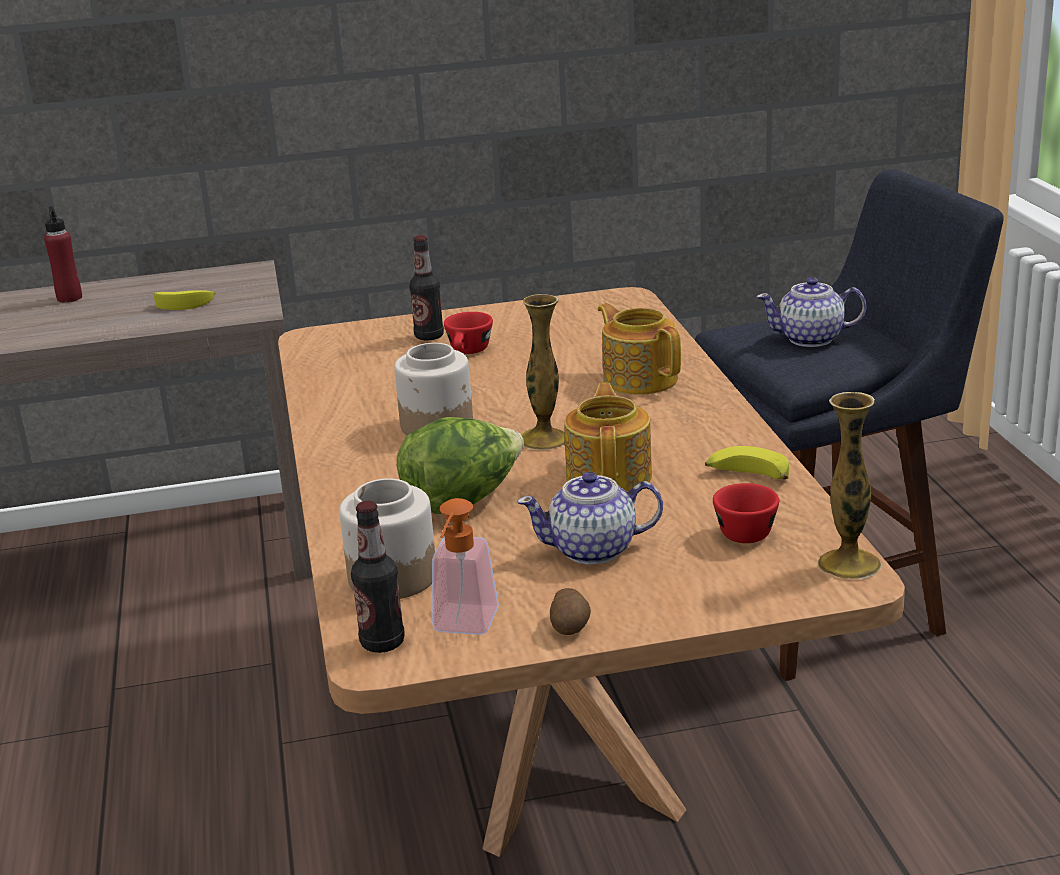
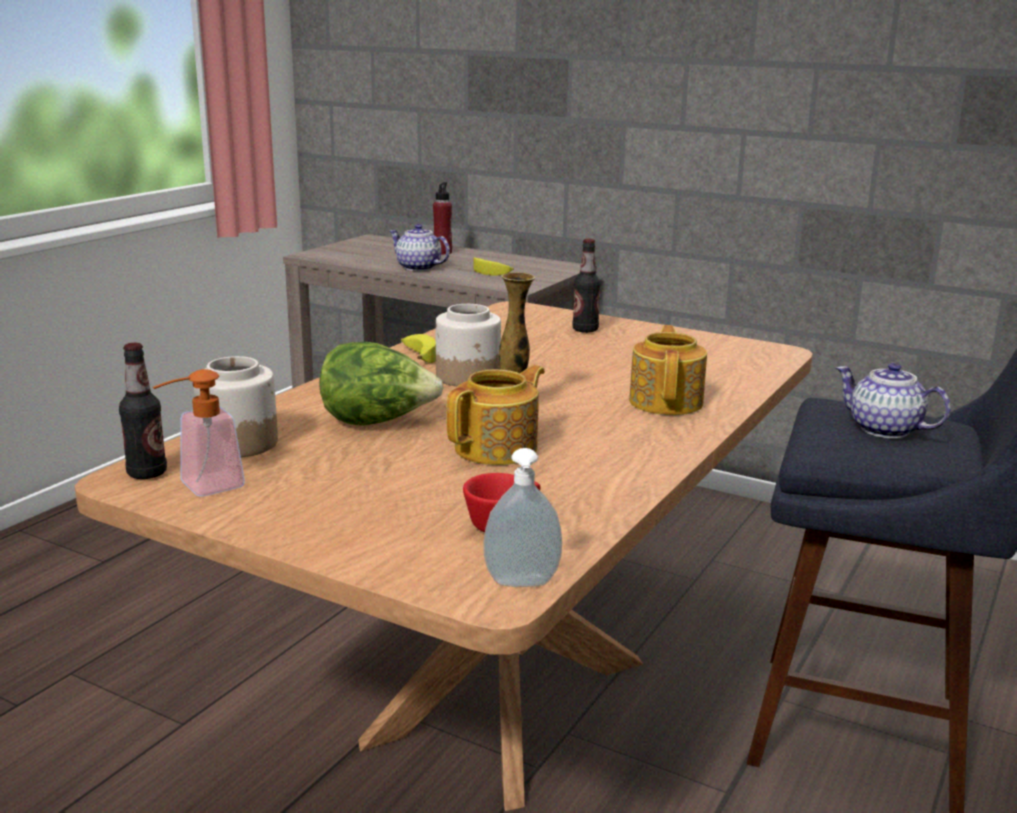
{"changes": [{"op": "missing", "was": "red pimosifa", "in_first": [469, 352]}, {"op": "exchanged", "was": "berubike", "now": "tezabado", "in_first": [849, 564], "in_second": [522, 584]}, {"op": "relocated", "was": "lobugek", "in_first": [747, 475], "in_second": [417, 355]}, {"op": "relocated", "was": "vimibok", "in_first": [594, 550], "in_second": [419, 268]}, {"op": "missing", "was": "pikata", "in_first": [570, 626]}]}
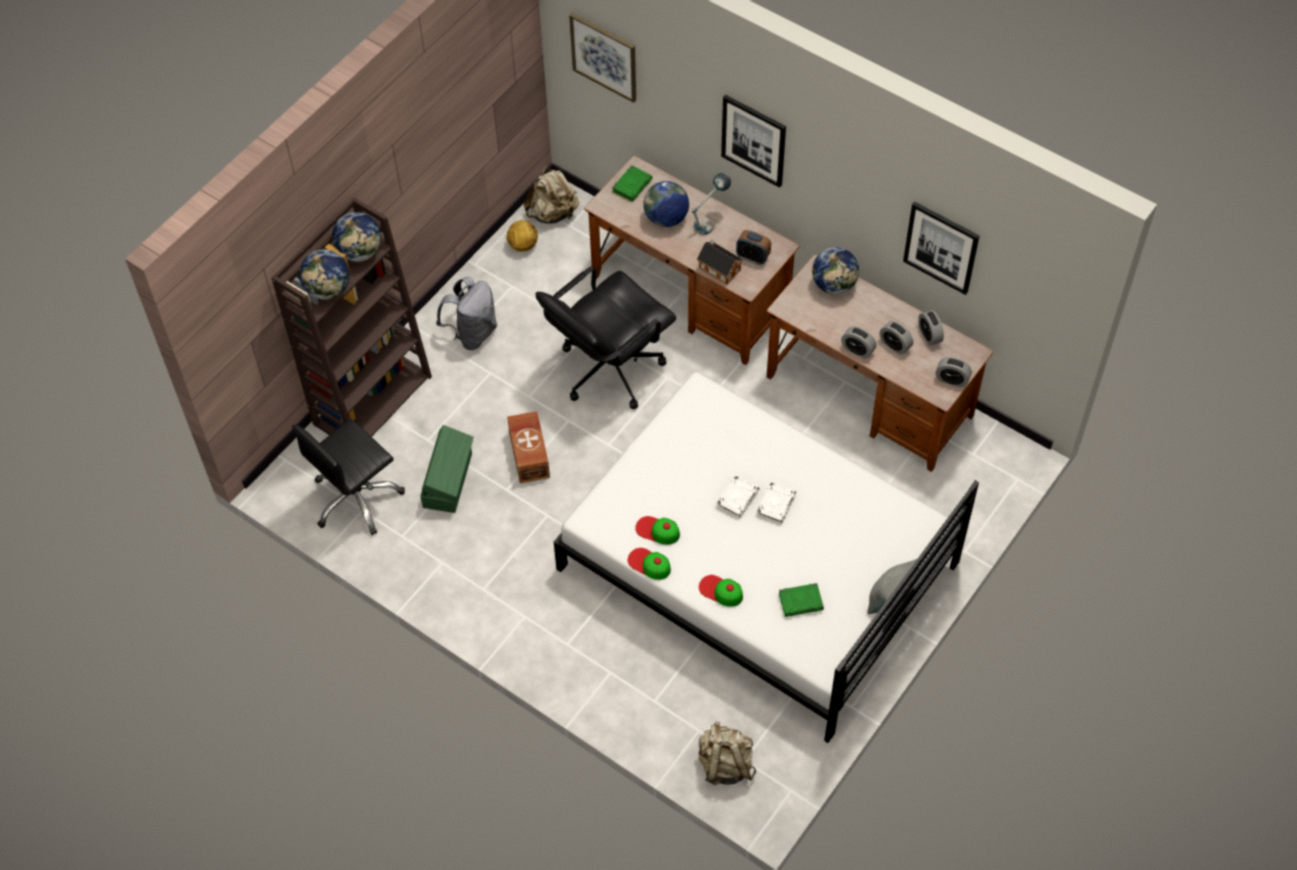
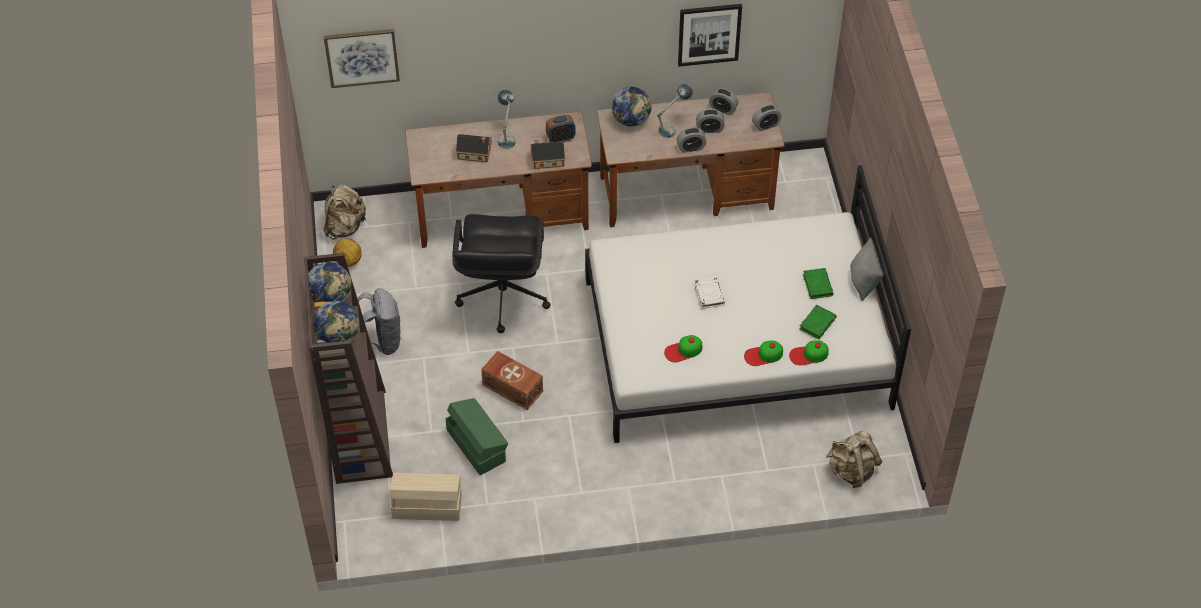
{"changes": [{"op": "missing", "was": "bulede", "in_first": [754, 140]}, {"op": "relocated", "was": "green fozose", "in_first": [632, 185], "in_second": [817, 285]}, {"op": "exchanged", "was": "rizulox", "now": "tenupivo", "in_first": [666, 218], "in_second": [475, 154]}, {"op": "exchanged", "was": "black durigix", "now": "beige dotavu", "in_first": [356, 498], "in_second": [426, 505]}, {"op": "missing", "was": "white fozose", "in_first": [776, 504]}, {"op": "relocated", "was": "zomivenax", "in_first": [649, 564], "in_second": [808, 355]}, {"op": "appeared", "now": "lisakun", "in_second": [673, 127]}]}
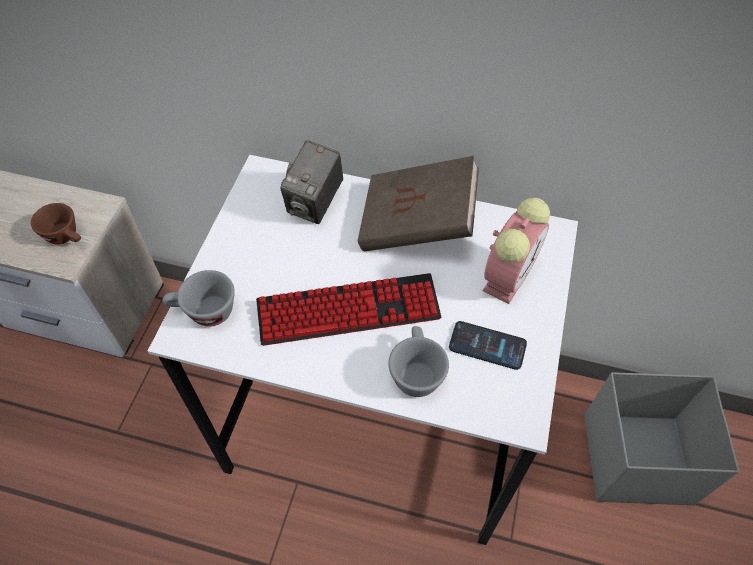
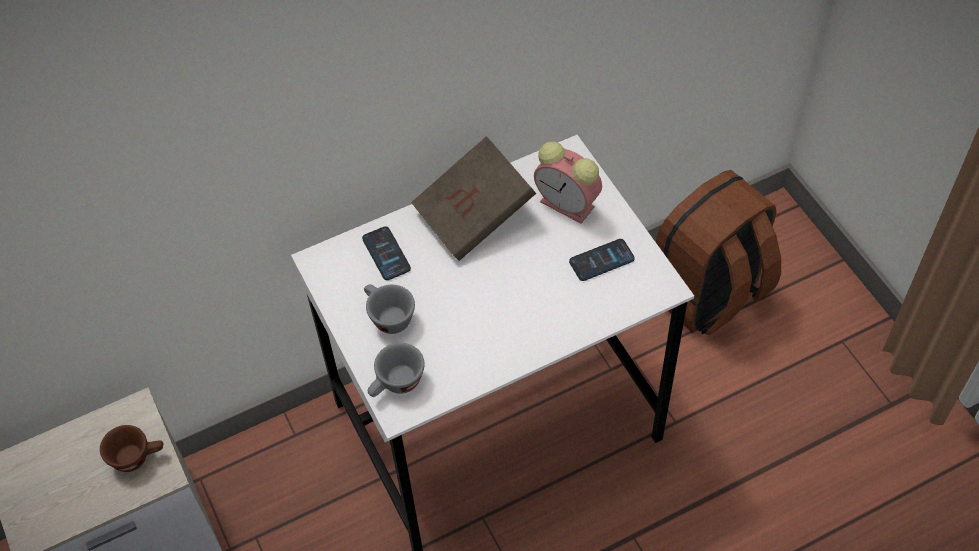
{"changes": [{"op": "exchanged", "was": "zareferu", "now": "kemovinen", "in_first": [315, 204], "in_second": [386, 254]}, {"op": "spun", "was": "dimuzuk", "in_first": [508, 275], "in_second": [569, 205], "clockwise": 135}, {"op": "missing", "was": "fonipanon", "in_first": [348, 311]}, {"op": "relocated", "was": "grey pimosifa", "in_first": [415, 371], "in_second": [387, 317]}, {"op": "exchanged", "was": "grey dotavu", "now": "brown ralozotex", "in_first": [634, 458], "in_second": [708, 293]}]}
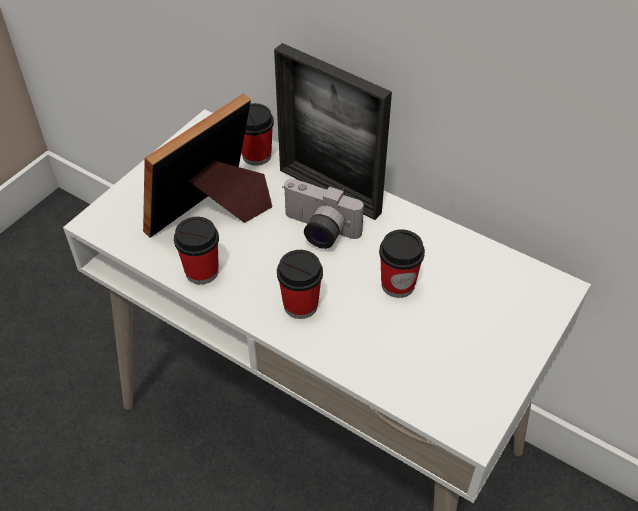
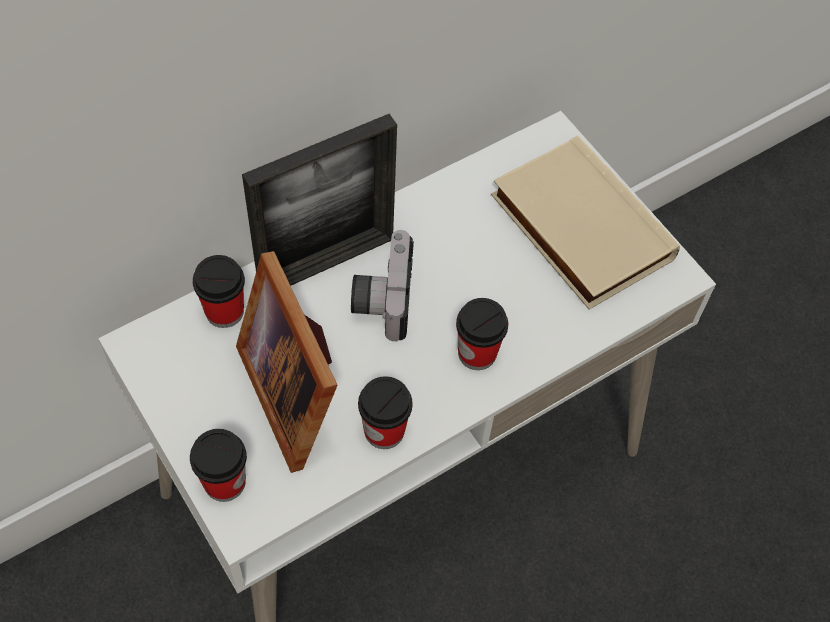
{"changes": [{"op": "spun", "was": "zareferu", "in_first": [318, 231], "in_second": [381, 297], "clockwise": 135}, {"op": "relocated", "was": "pimosifa", "in_first": [398, 284], "in_second": [224, 482]}, {"op": "appeared", "now": "beige fozose", "in_second": [577, 228]}]}
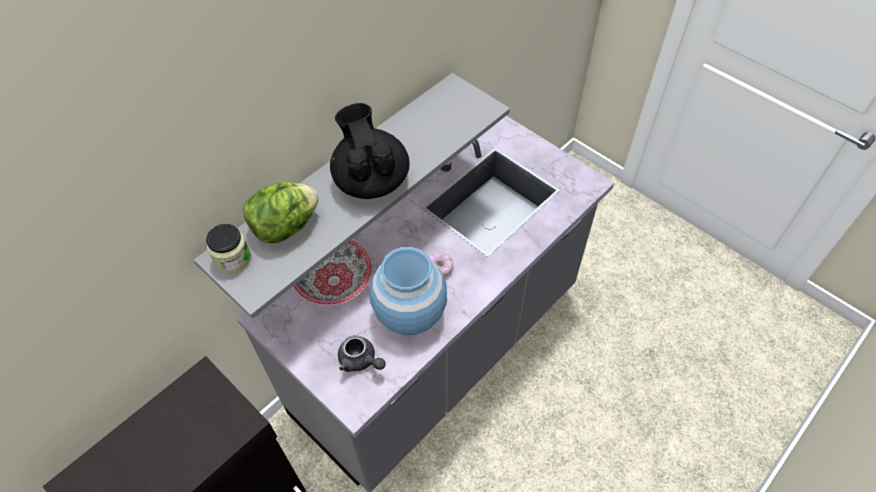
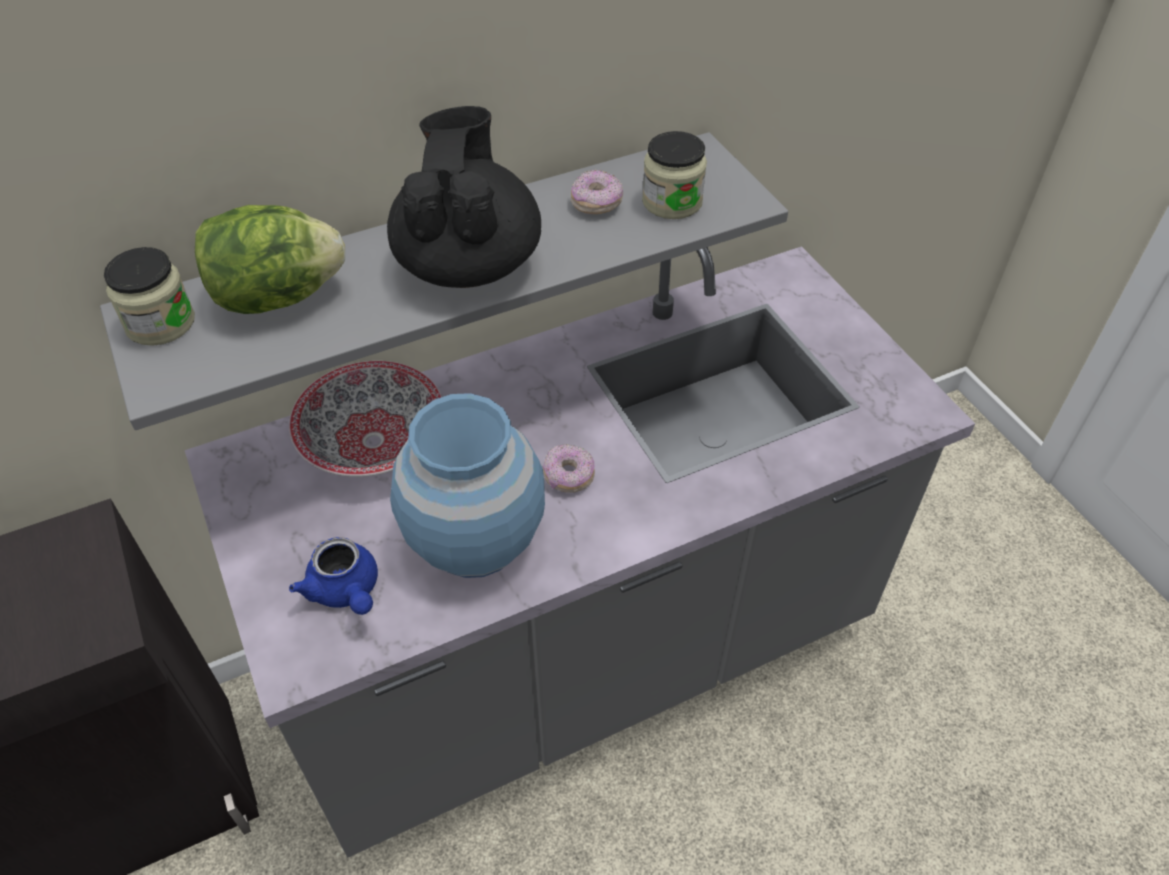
{"changes": [{"op": "colour", "was": "grey vimibok", "now": "blue vimibok", "in_first": [360, 361], "in_second": [346, 591]}, {"op": "appeared", "now": "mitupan", "in_second": [672, 202]}, {"op": "appeared", "now": "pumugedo", "in_second": [597, 203]}]}
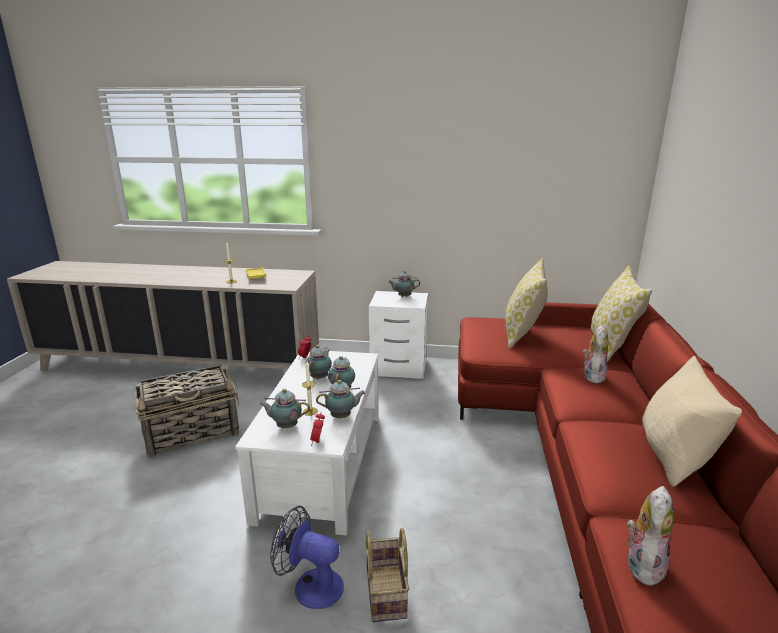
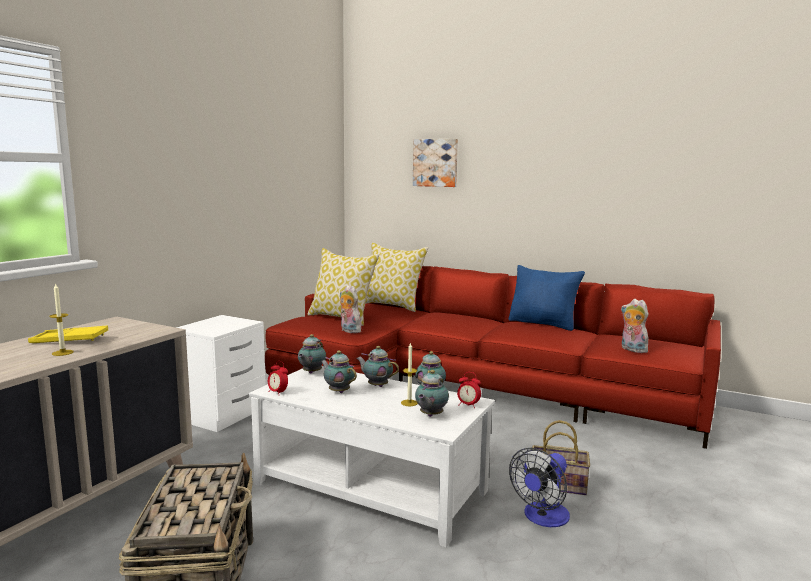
{"changes": [{"op": "relocated", "was": "vimibok", "in_first": [403, 296], "in_second": [311, 373]}, {"op": "relocated", "was": "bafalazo", "in_first": [592, 376], "in_second": [349, 331]}, {"op": "colour", "was": "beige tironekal", "now": "blue tironekal", "in_first": [674, 456], "in_second": [543, 324]}, {"op": "appeared", "now": "bulede", "in_second": [436, 163]}]}
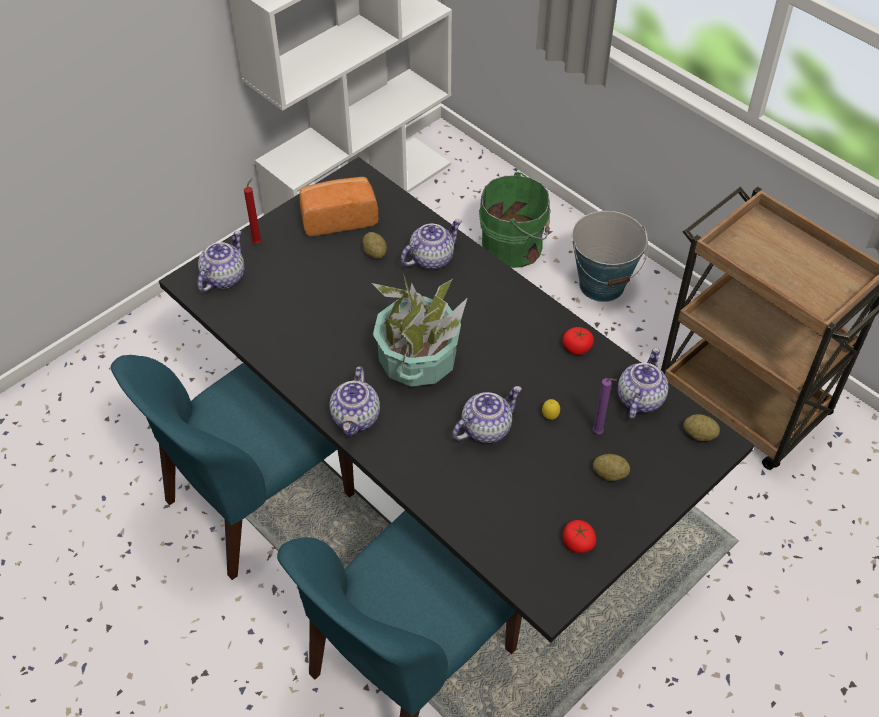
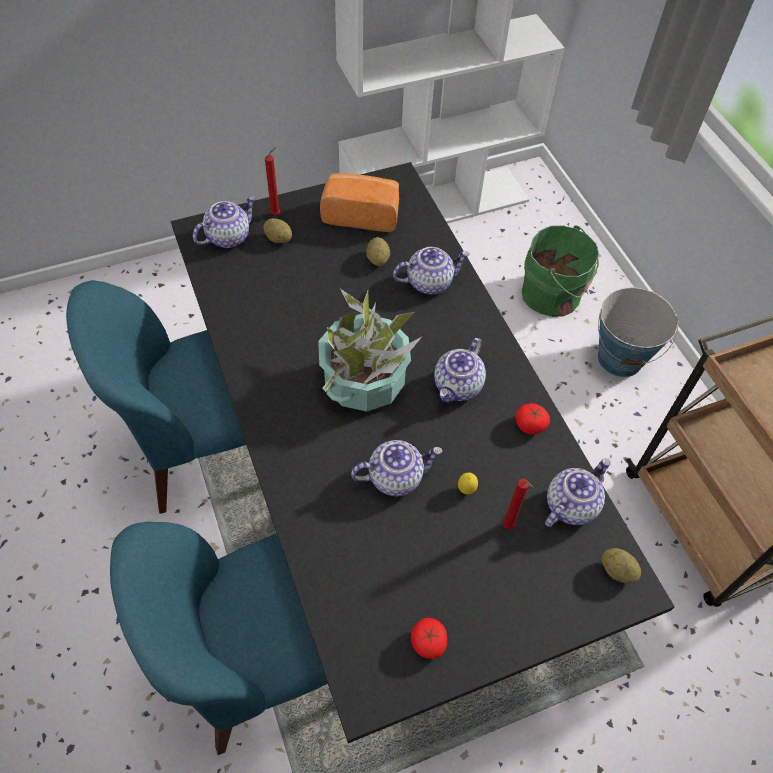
{"changes": [{"op": "relocated", "was": "vimibok", "in_first": [356, 418], "in_second": [458, 386]}, {"op": "colour", "was": "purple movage", "now": "red movage", "in_first": [599, 433], "in_second": [509, 527]}, {"op": "relocated", "was": "pikata", "in_first": [610, 474], "in_second": [278, 238]}]}
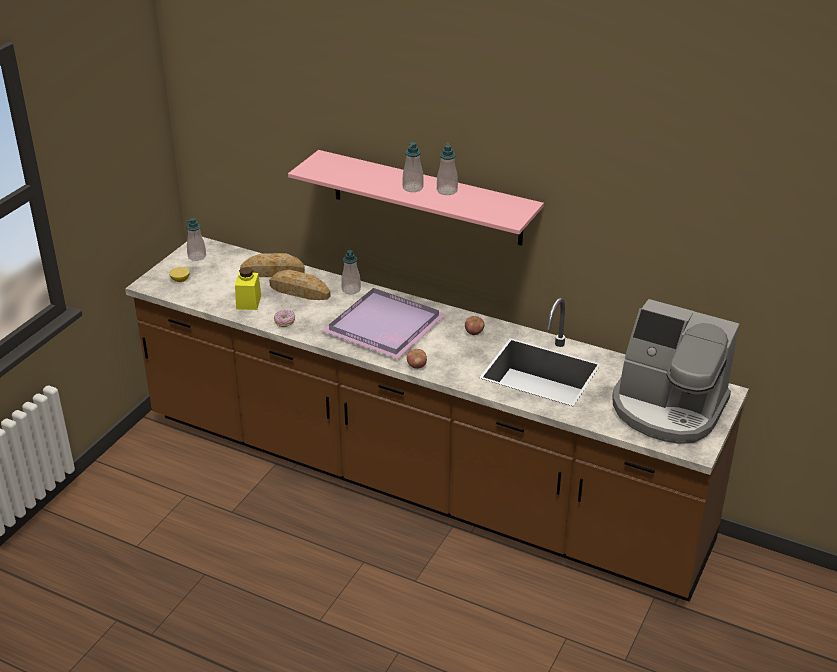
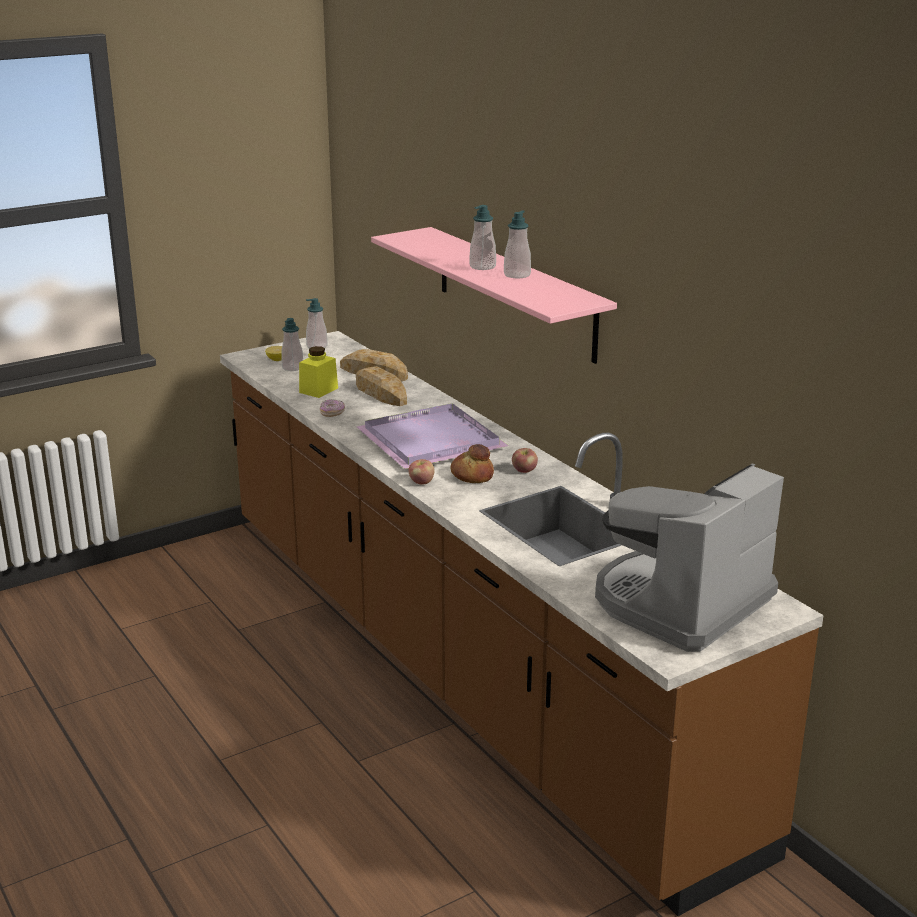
{"changes": [{"op": "relocated", "was": "tezabado", "in_first": [351, 290], "in_second": [293, 367]}, {"op": "spun", "was": "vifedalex", "in_first": [667, 409], "in_second": [680, 603], "clockwise": 75}, {"op": "appeared", "now": "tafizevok", "in_second": [472, 475]}]}
